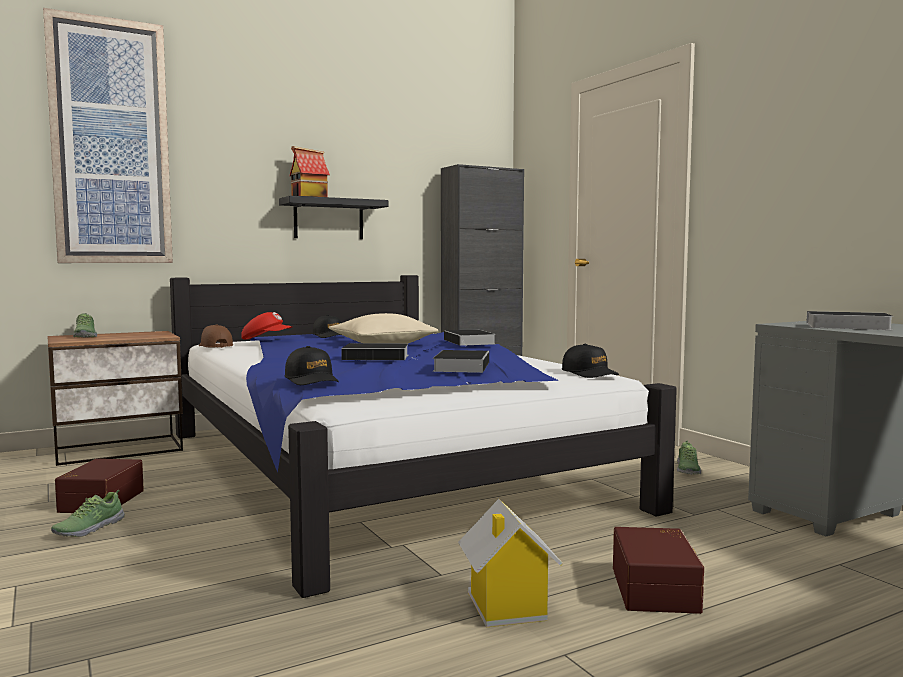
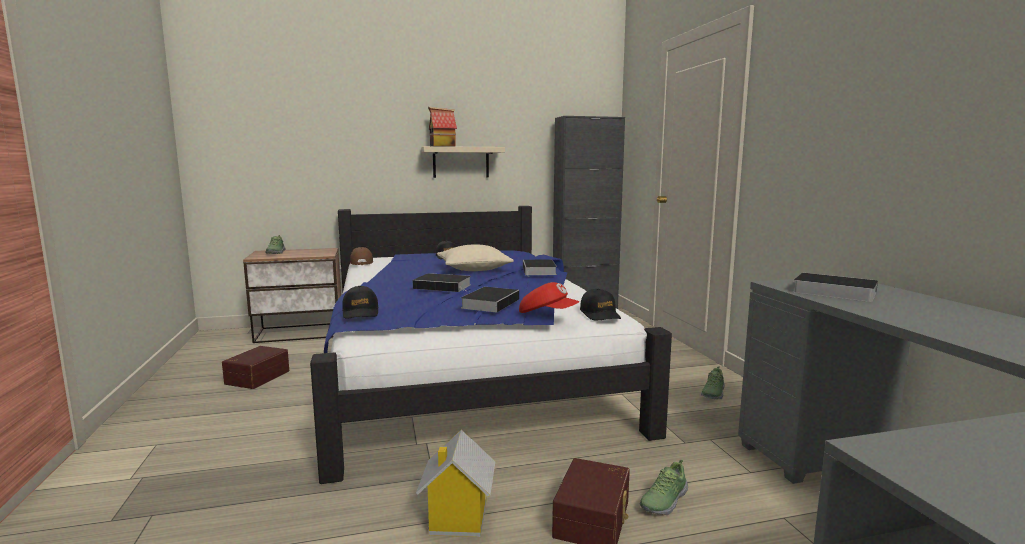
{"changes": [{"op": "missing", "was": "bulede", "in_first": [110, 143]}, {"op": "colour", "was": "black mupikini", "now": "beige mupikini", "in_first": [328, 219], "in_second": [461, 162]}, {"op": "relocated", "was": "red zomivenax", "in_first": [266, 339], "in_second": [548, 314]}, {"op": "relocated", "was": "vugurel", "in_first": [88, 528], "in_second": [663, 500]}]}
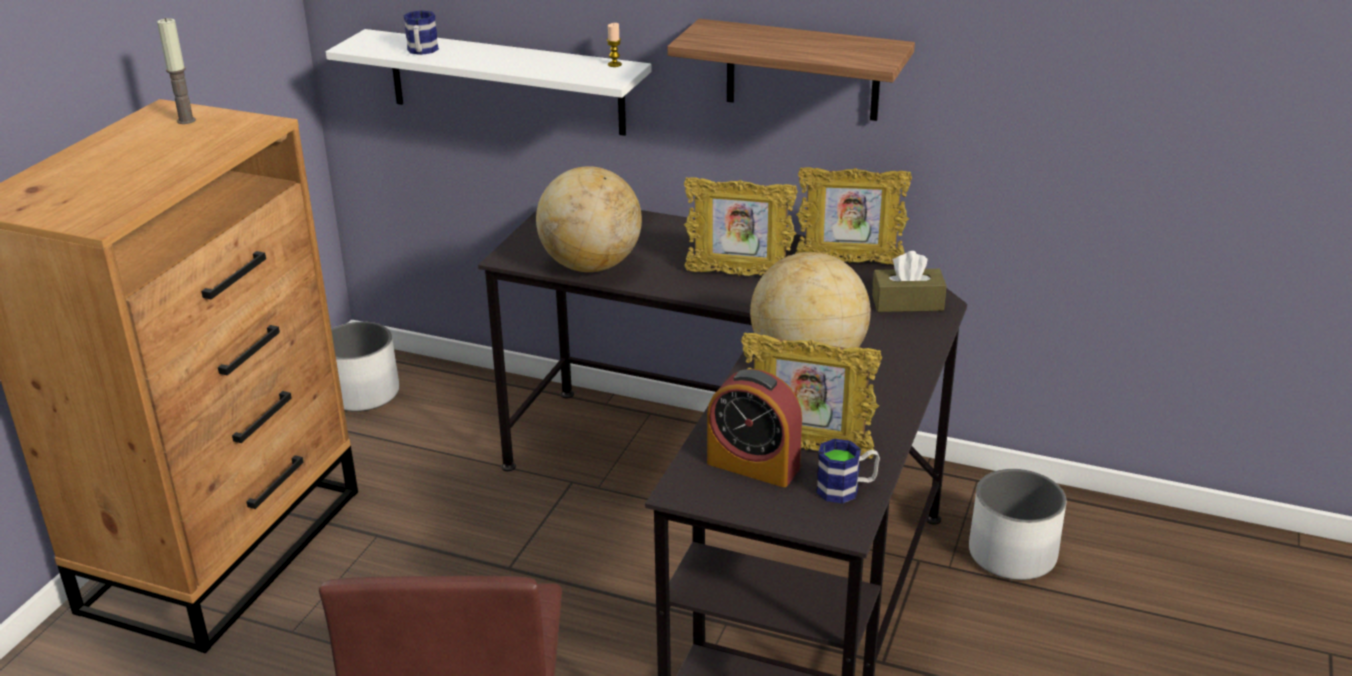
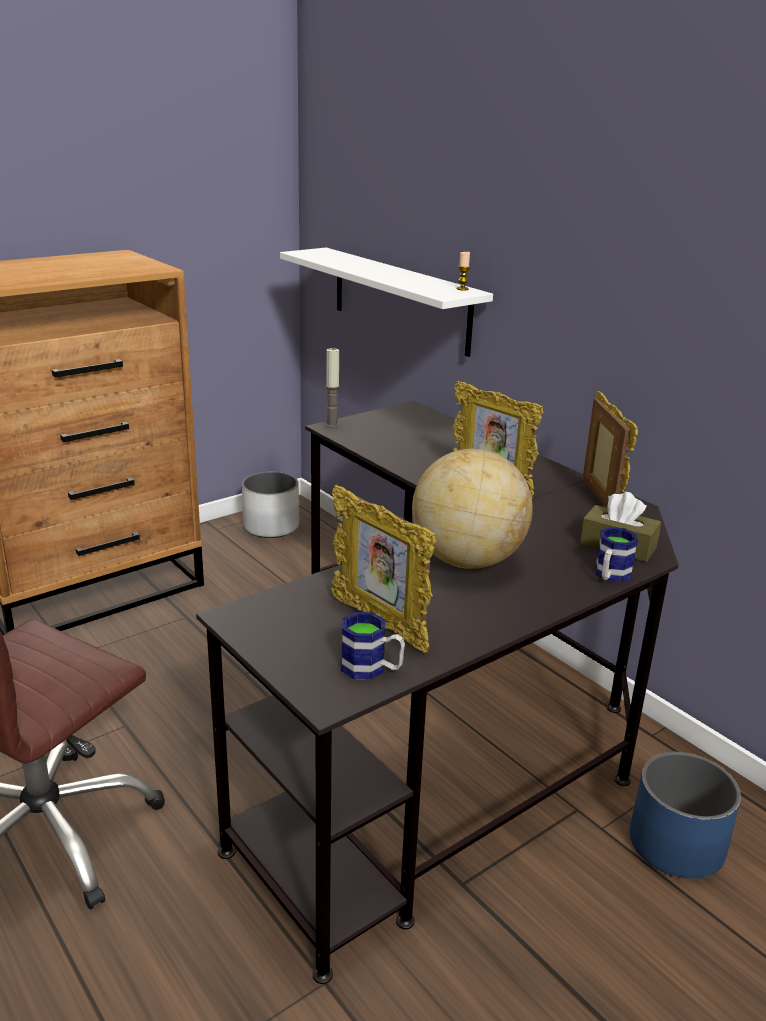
{"changes": [{"op": "relocated", "was": "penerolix", "in_first": [422, 51], "in_second": [610, 576]}, {"op": "relocated", "was": "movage", "in_first": [186, 120], "in_second": [332, 425]}, {"op": "missing", "was": "mupikini", "in_first": [802, 70]}, {"op": "missing", "was": "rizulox", "in_first": [591, 266]}, {"op": "spun", "was": "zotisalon", "in_first": [849, 262], "in_second": [599, 502], "clockwise": -135}, {"op": "missing", "was": "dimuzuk", "in_first": [753, 465]}, {"op": "colour", "was": "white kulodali", "now": "blue kulodali", "in_first": [1012, 554], "in_second": [676, 845]}]}
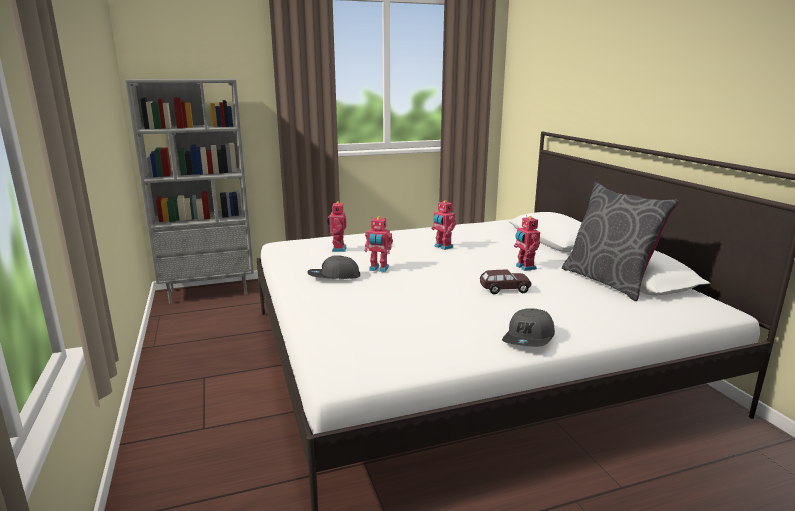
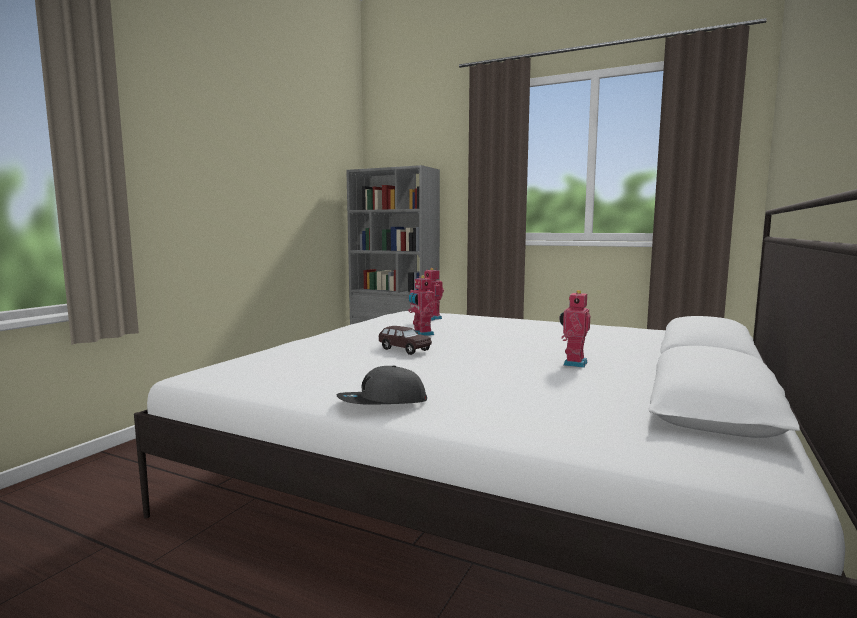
{"changes": [{"op": "missing", "was": "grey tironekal", "in_first": [608, 281]}, {"op": "missing", "was": "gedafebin", "in_first": [442, 247]}, {"op": "missing", "was": "grey zomivenax", "in_first": [333, 276]}, {"op": "relocated", "was": "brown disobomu", "in_first": [504, 289], "in_second": [404, 349]}]}
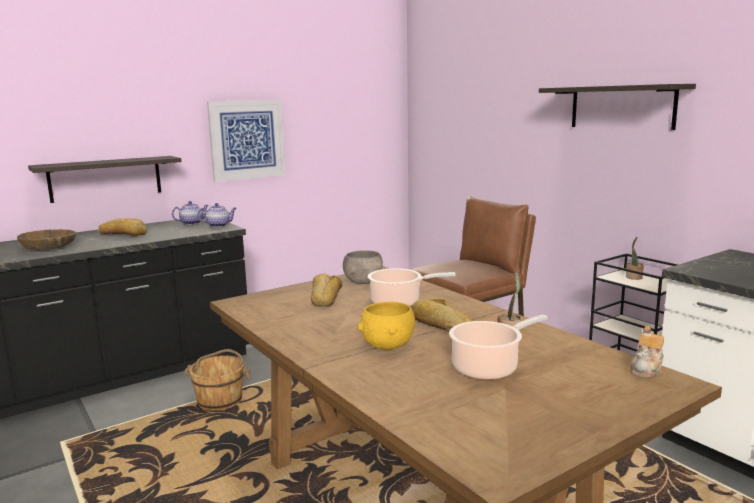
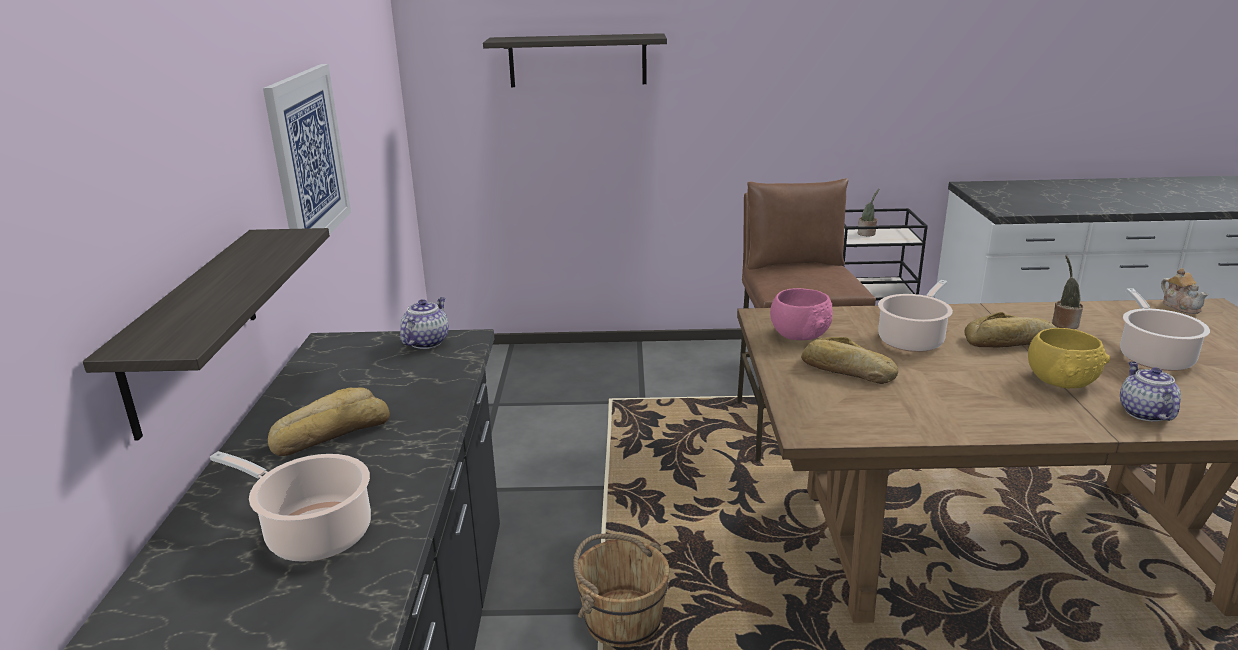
{"changes": [{"op": "relocated", "was": "mupikini", "in_first": [621, 107], "in_second": [577, 60]}, {"op": "relocated", "was": "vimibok", "in_first": [192, 223], "in_second": [1143, 412]}, {"op": "exchanged", "was": "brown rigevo", "now": "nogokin", "in_first": [49, 246], "in_second": [313, 533]}, {"op": "colour", "was": "grey rigevo", "now": "pink rigevo", "in_first": [364, 281], "in_second": [800, 334]}]}
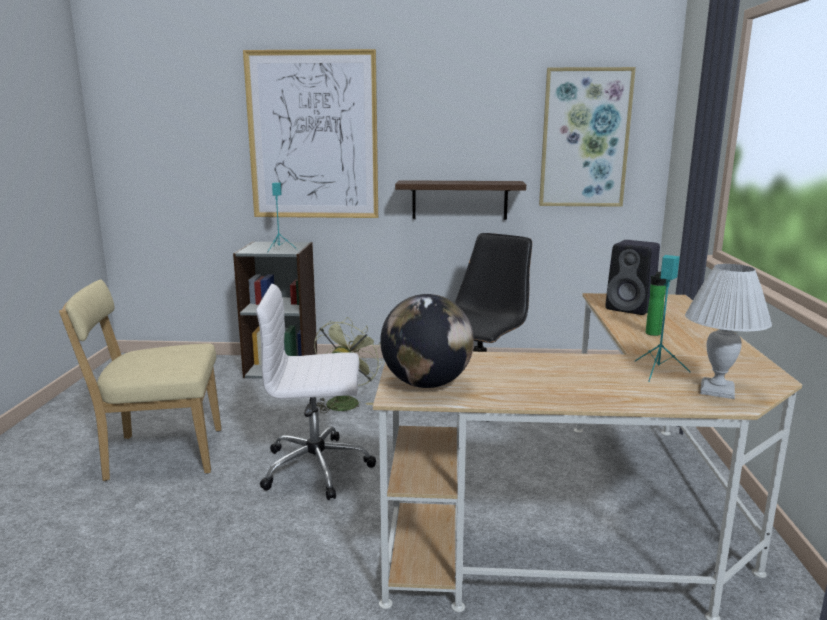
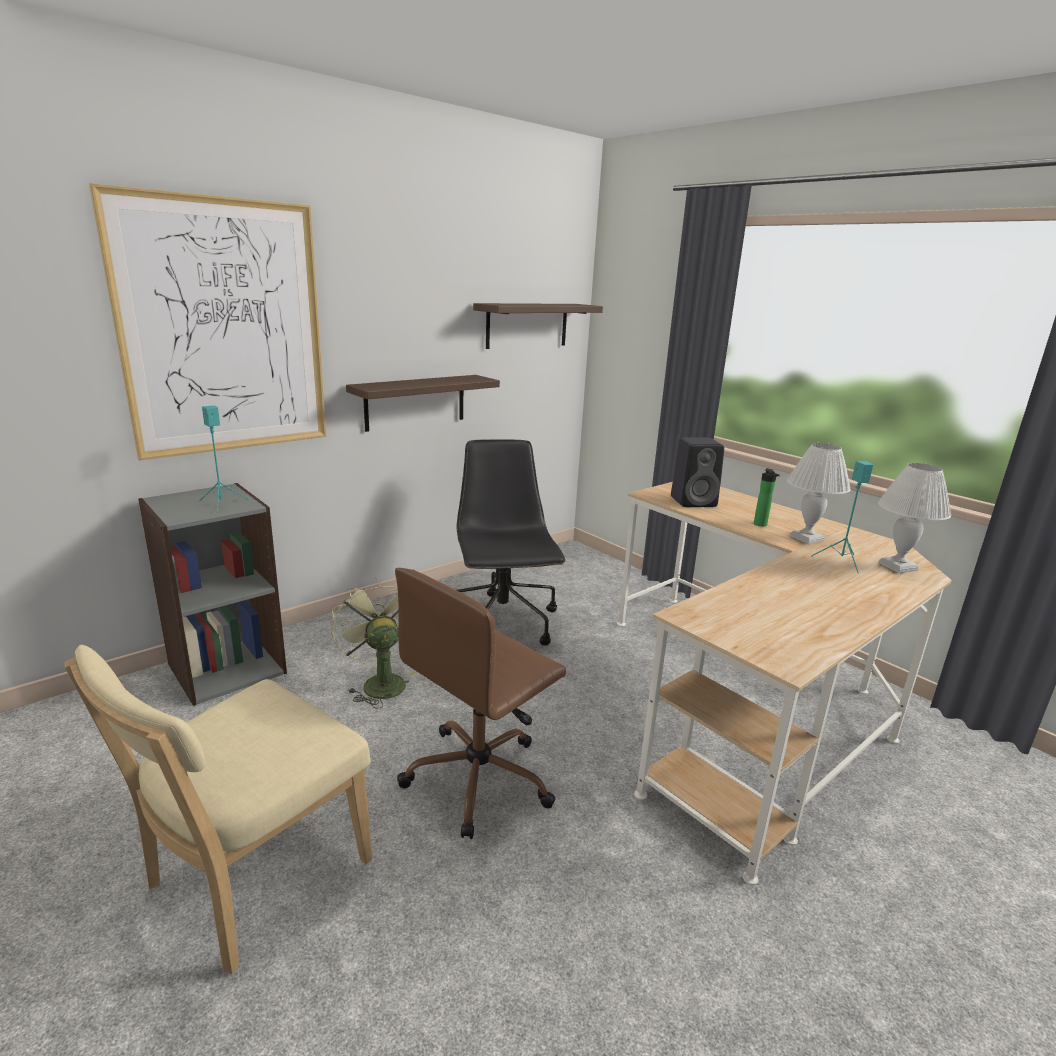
{"changes": [{"op": "exchanged", "was": "bulede", "now": "mupikini", "in_first": [585, 138], "in_second": [527, 325]}, {"op": "colour", "was": "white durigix", "now": "brown durigix", "in_first": [318, 468], "in_second": [480, 777]}, {"op": "missing", "was": "rizulox", "in_first": [426, 384]}, {"op": "appeared", "now": "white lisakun", "in_second": [806, 538]}]}
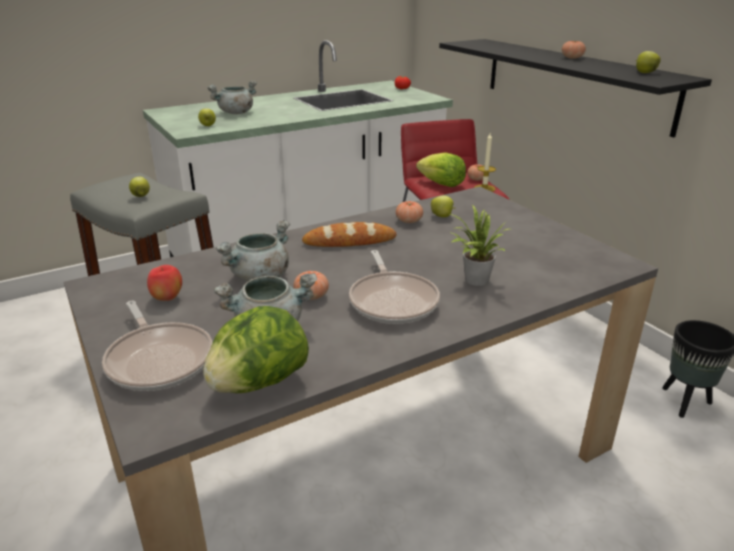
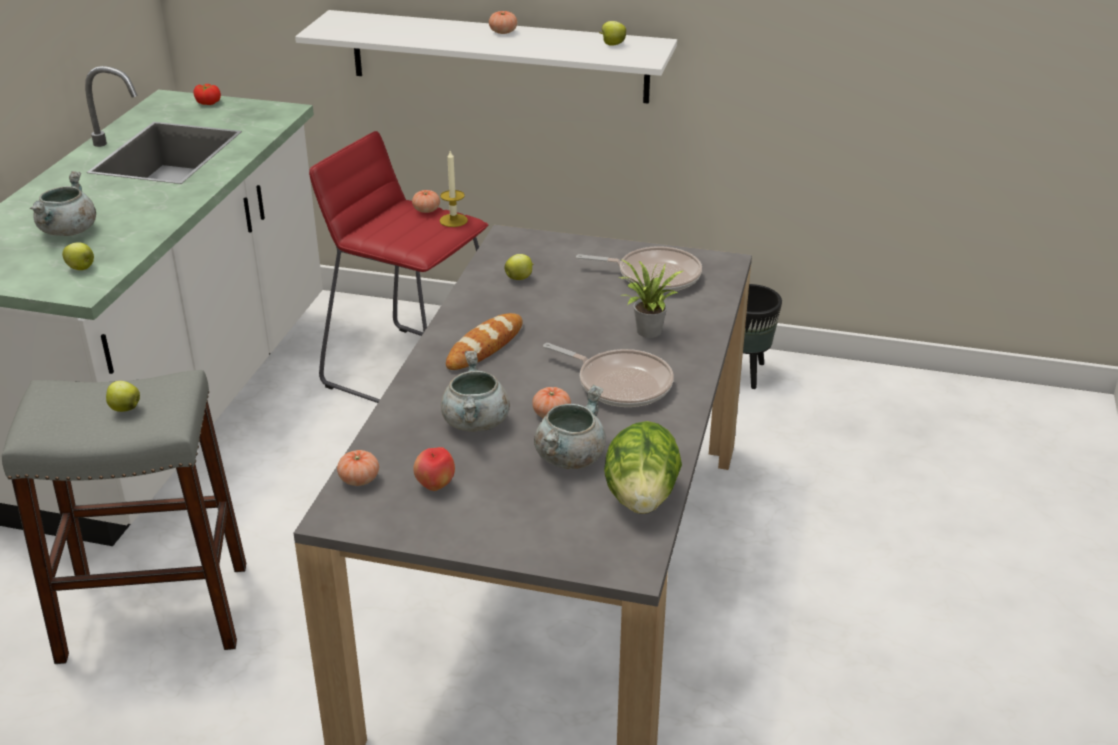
{"changes": [{"op": "colour", "was": "black mupikini", "now": "white mupikini", "in_first": [574, 82], "in_second": [498, 56]}, {"op": "missing", "was": "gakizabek", "in_first": [441, 184]}, {"op": "relocated", "was": "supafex", "in_first": [409, 221], "in_second": [359, 479]}, {"op": "relocated", "was": "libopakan", "in_first": [159, 359], "in_second": [654, 275]}]}
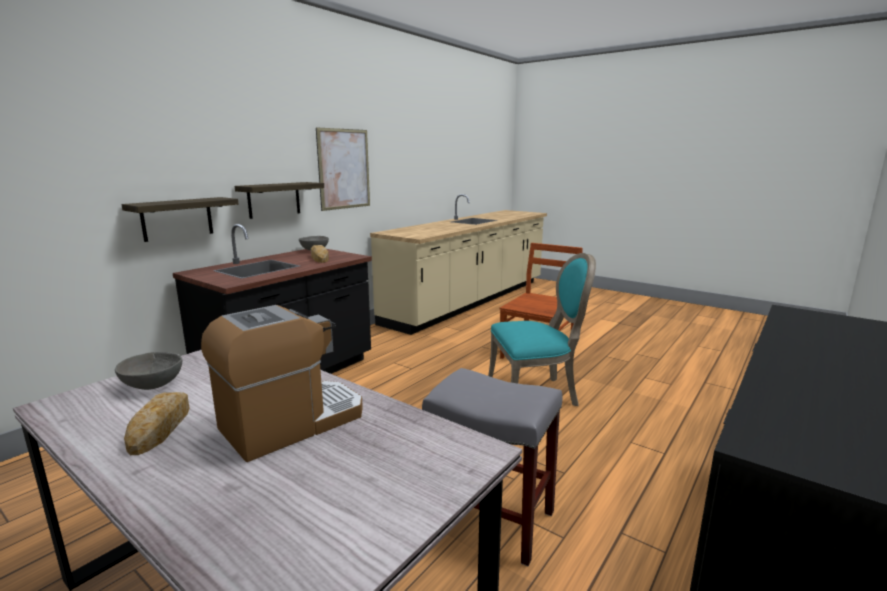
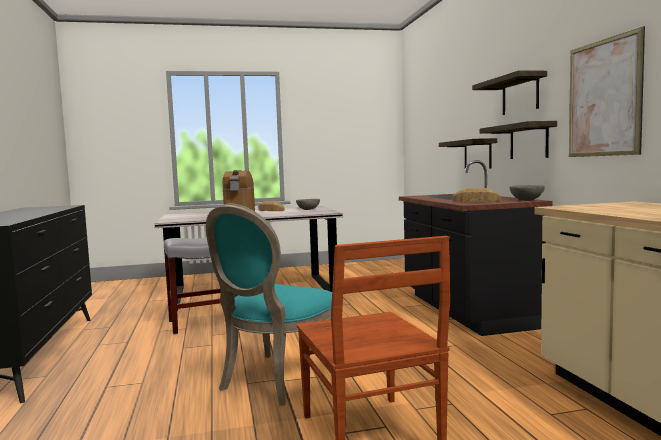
{"changes": [{"op": "appeared", "now": "mupikini", "in_second": [520, 95]}]}
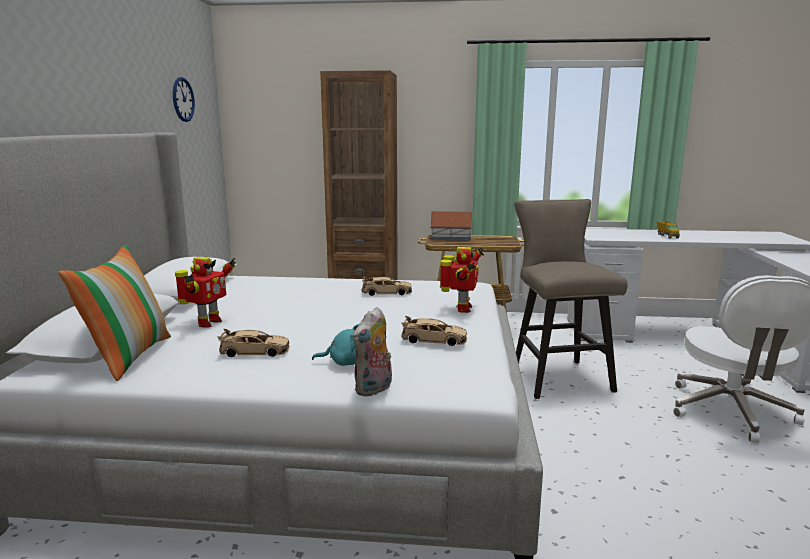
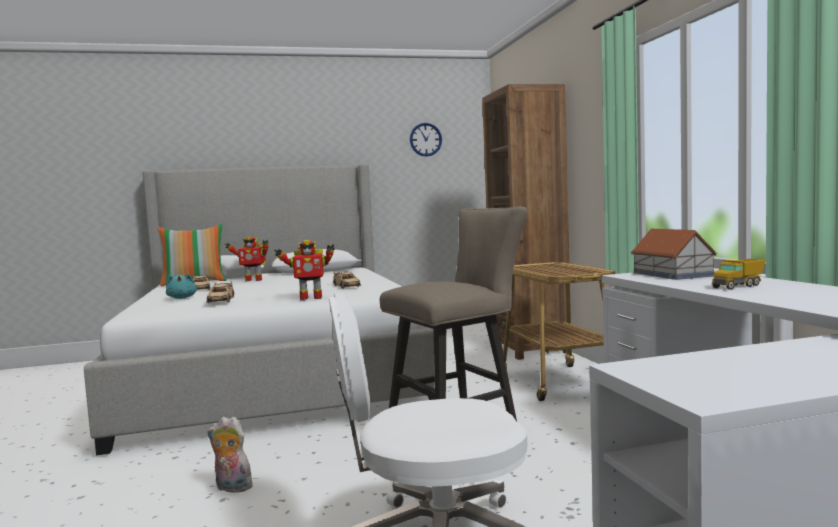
{"changes": [{"op": "relocated", "was": "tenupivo", "in_first": [451, 237], "in_second": [672, 274]}, {"op": "relocated", "was": "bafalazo", "in_first": [374, 389], "in_second": [231, 488]}]}
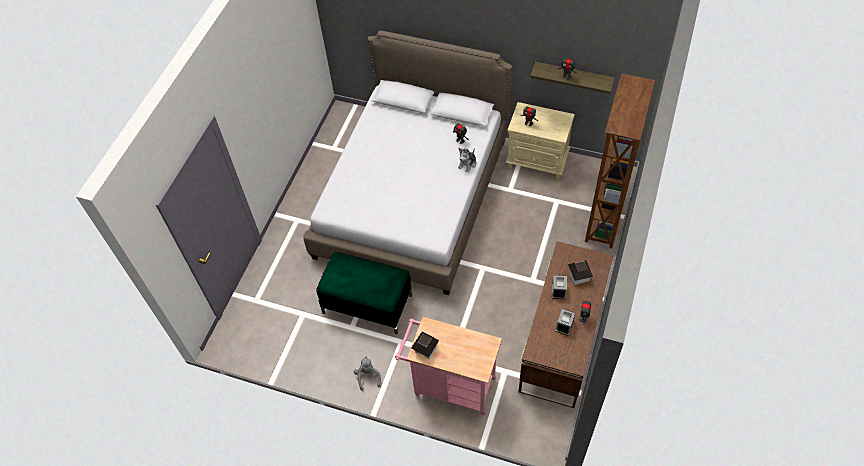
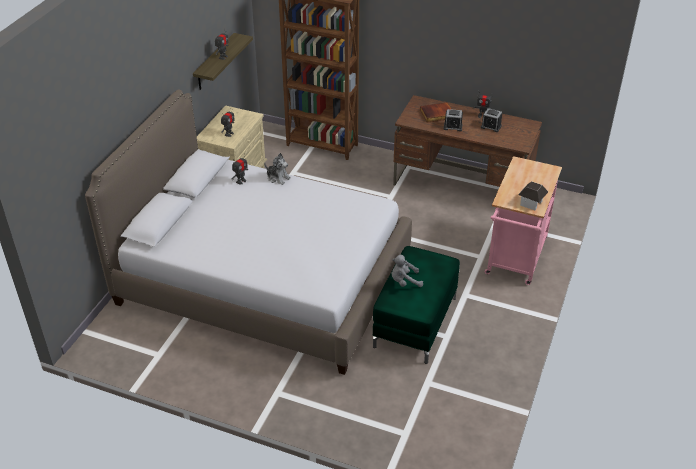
{"changes": [{"op": "exchanged", "was": "tenupivo", "now": "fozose", "in_first": [579, 276], "in_second": [437, 114]}, {"op": "relocated", "was": "grey bafalazo", "in_first": [368, 377], "in_second": [404, 281]}]}
